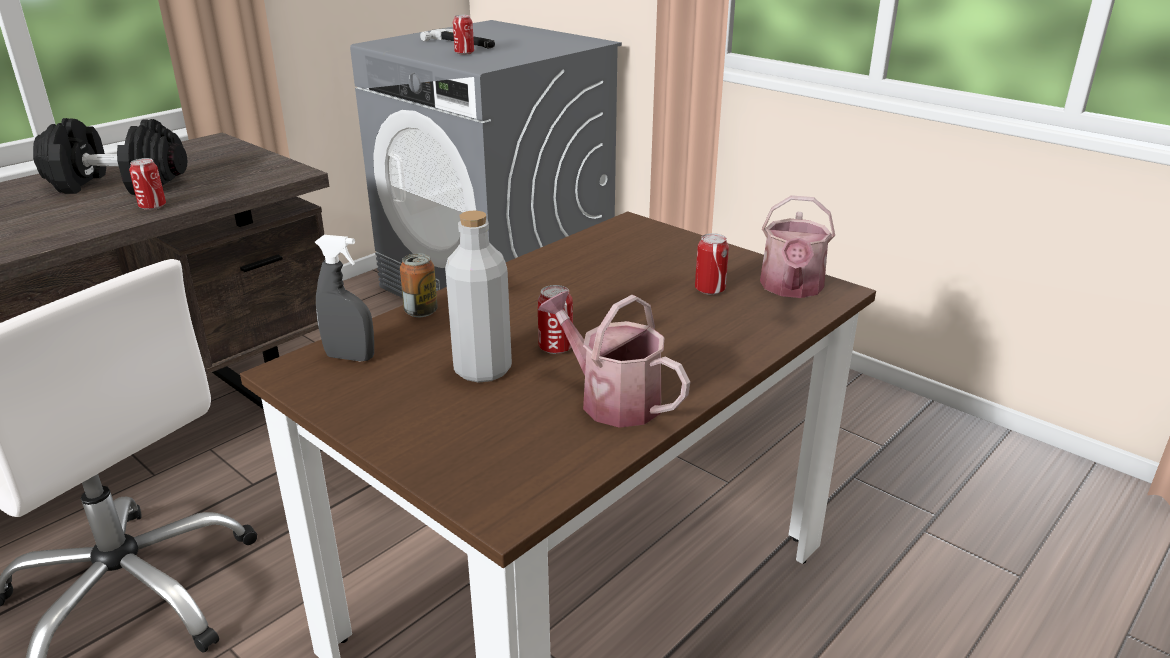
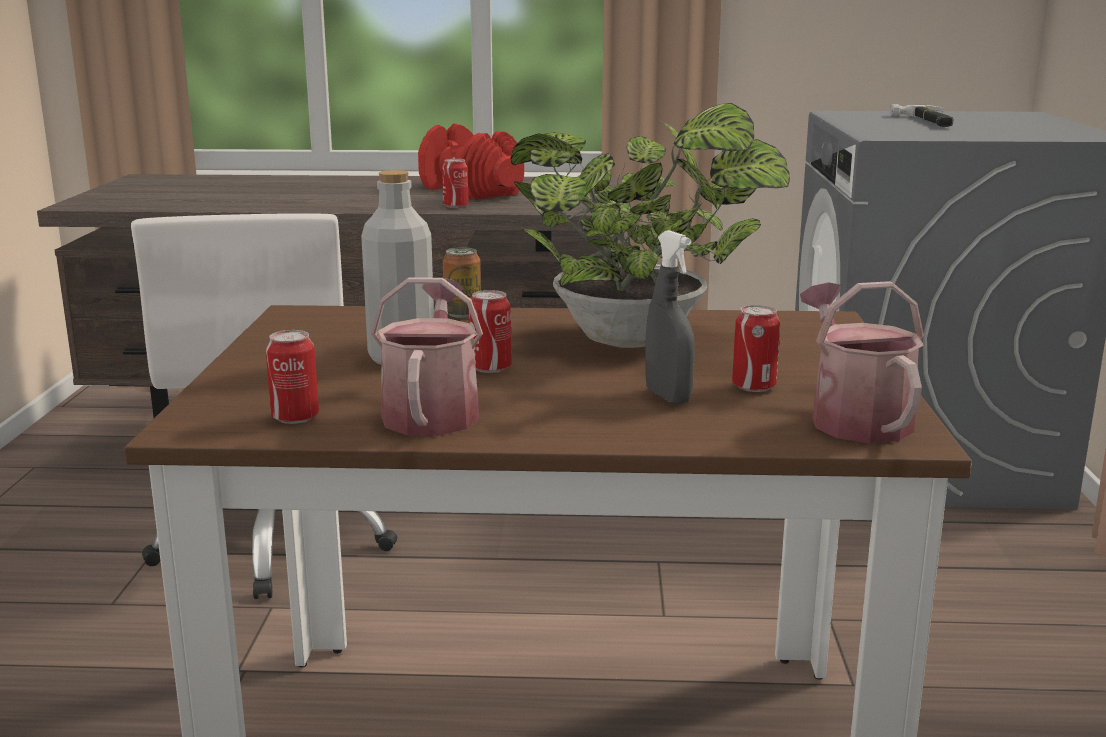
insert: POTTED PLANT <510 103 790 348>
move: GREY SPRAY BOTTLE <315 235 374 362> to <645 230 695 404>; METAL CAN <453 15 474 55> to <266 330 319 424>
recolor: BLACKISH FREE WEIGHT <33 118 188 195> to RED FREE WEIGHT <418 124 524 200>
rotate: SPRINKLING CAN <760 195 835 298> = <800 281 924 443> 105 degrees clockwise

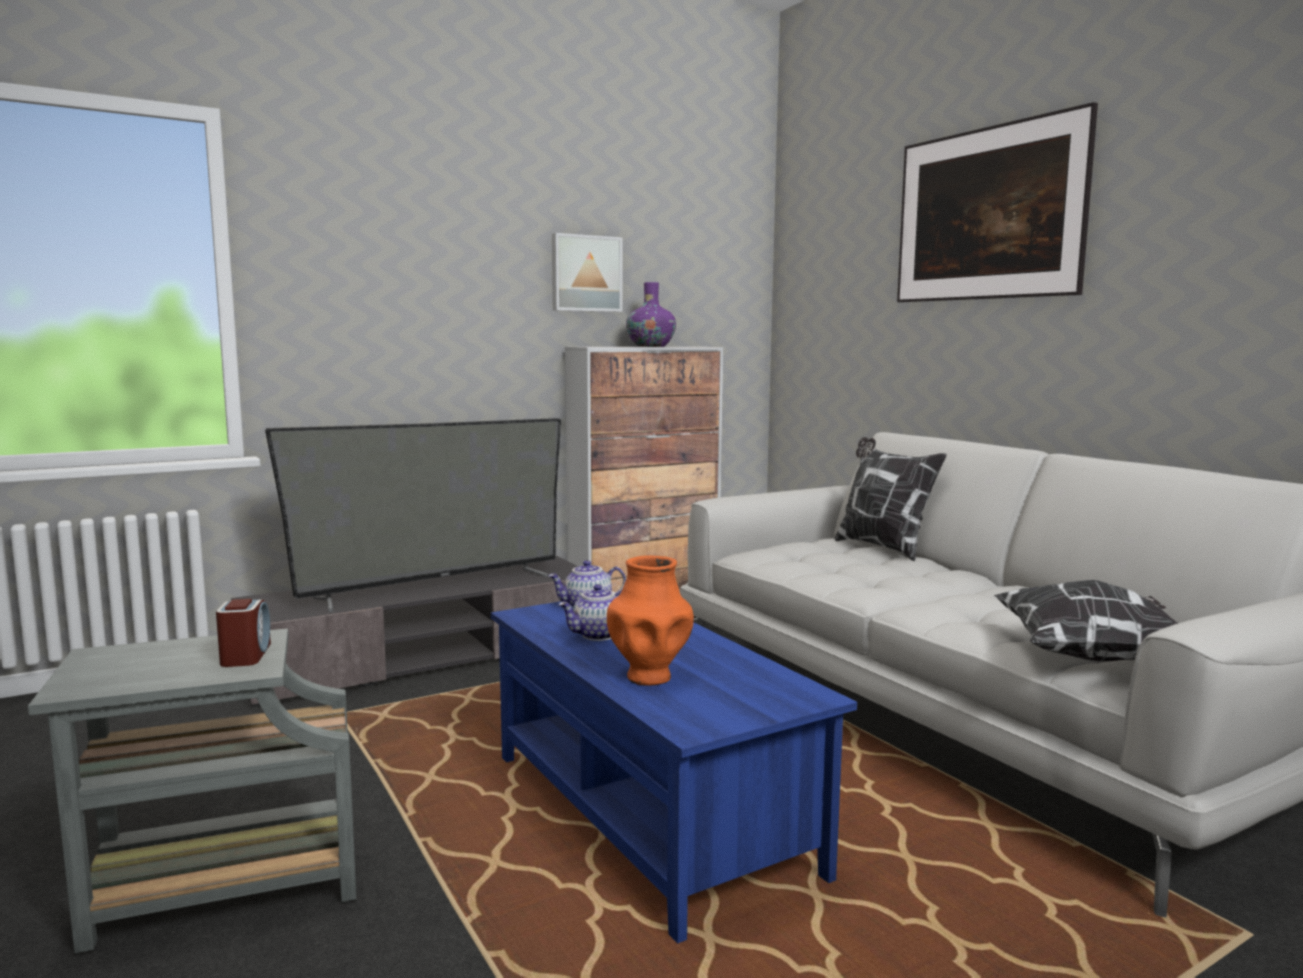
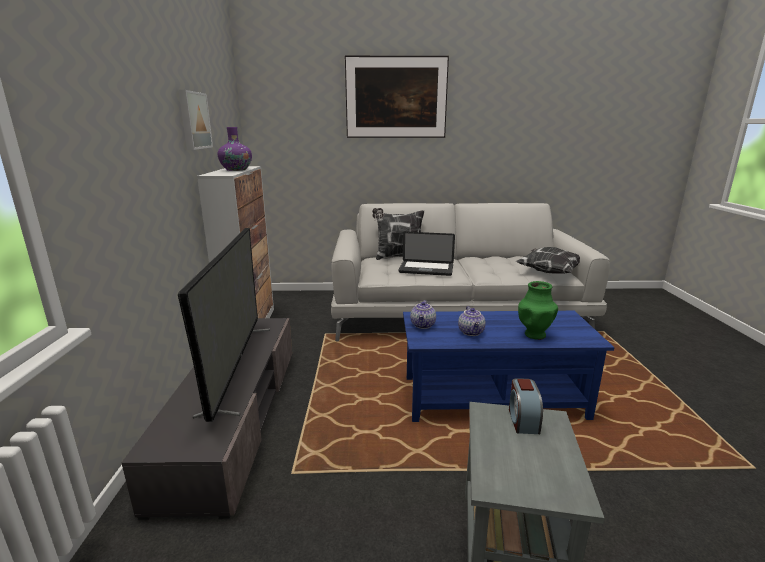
insert: PORTABLE COMPUTER <398 232 455 276>
recolor: ORANGE-COLOURED VASE <607 555 694 686> to GREENISH VASE <518 281 558 340>
rotate: ALARM CLOCK <216 599 271 667> = <509 378 543 434> 105 degrees counterclockwise

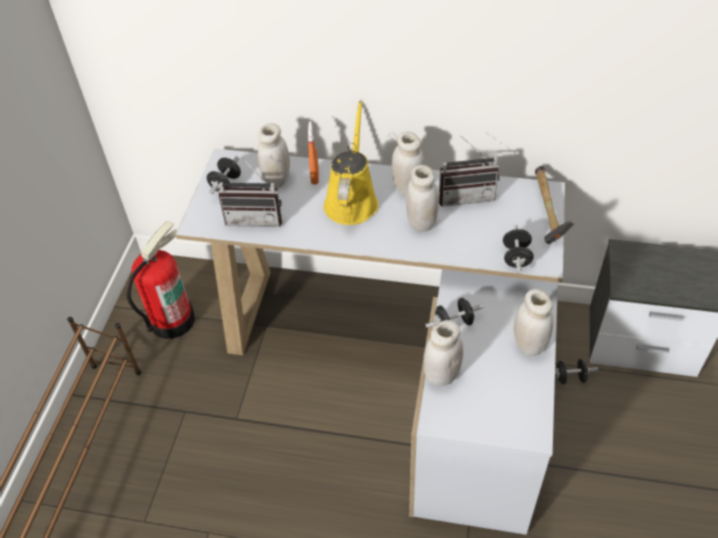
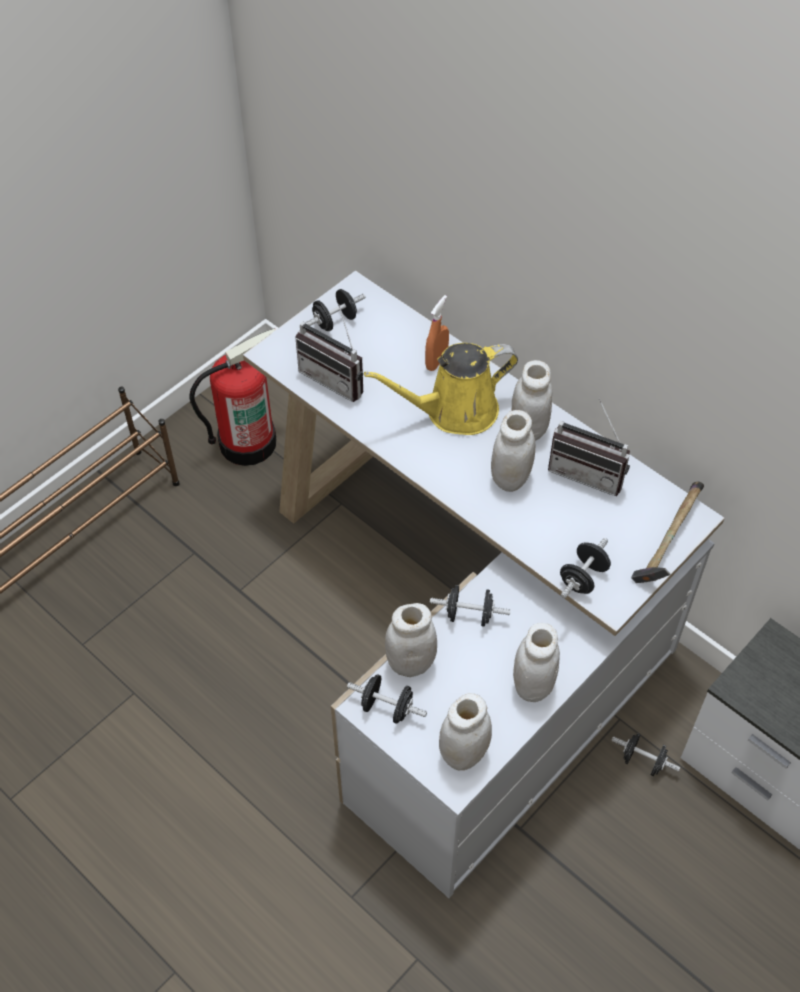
insert: BLACKISH FREE WEIGHT <347 675 427 724>
move: WHITE JAR <258 123 290 188> to <439 693 492 770>
rotate: YELLOW-COLOURED SPRINKLING CAN <324 101 379 225> = <364 343 518 435> 150 degrees counterclockwise

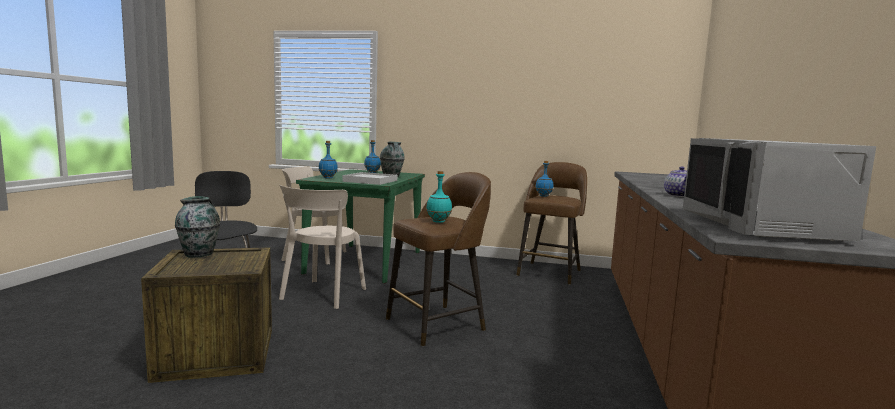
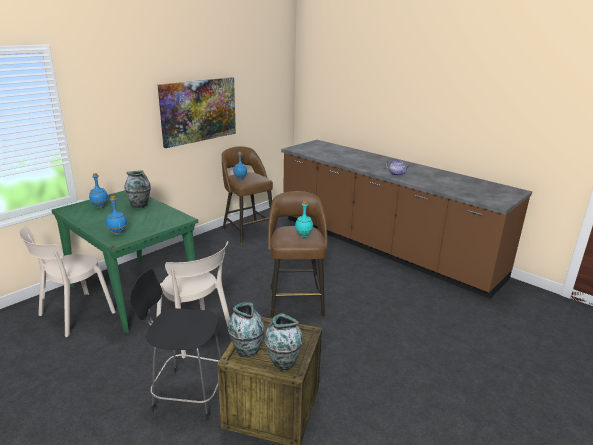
delete: WHITE TRAY <342 172 397 185>; GREY KITCHEN MICROWAVE <683 138 876 241>
insert: PICTURE <158 77 236 148>; VASE <265 313 303 370>

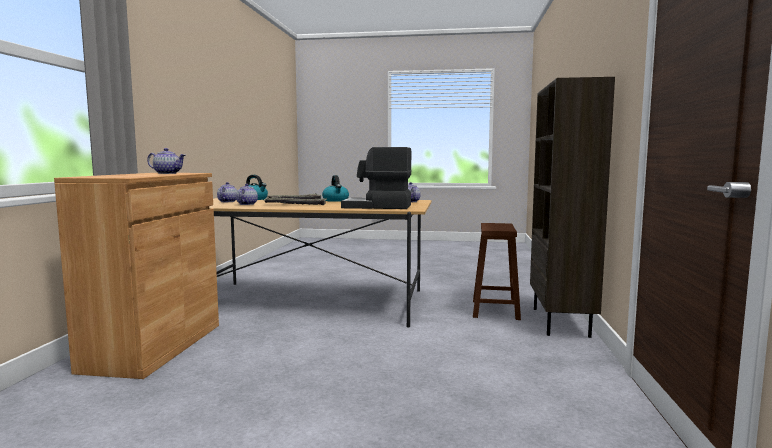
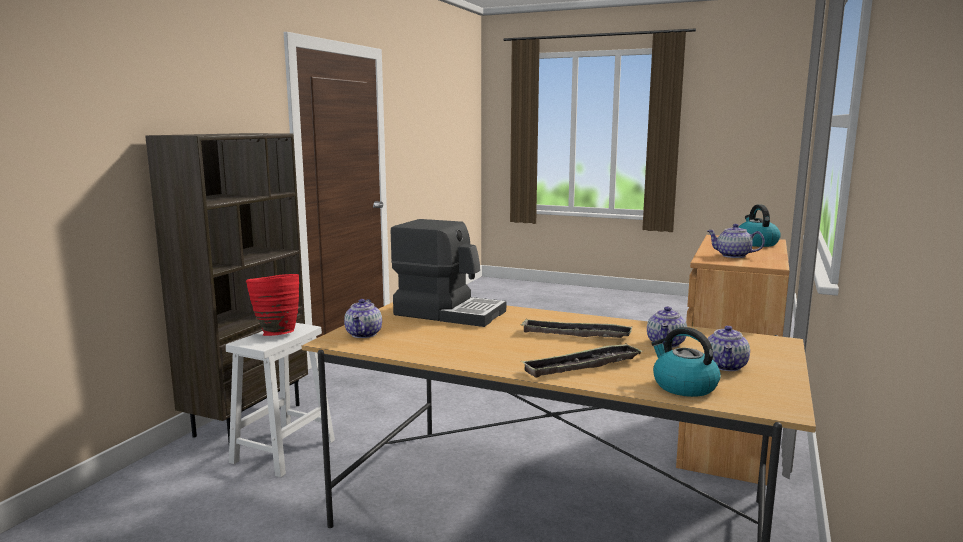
insert: RED VASE <246 274 299 336>
move: WATER KETTLE <322 175 349 202> to <738 205 781 247>
recolor: BROWN STOOL SEAT <473 223 521 320> to WHITE STOOL SEAT <226 323 335 478>

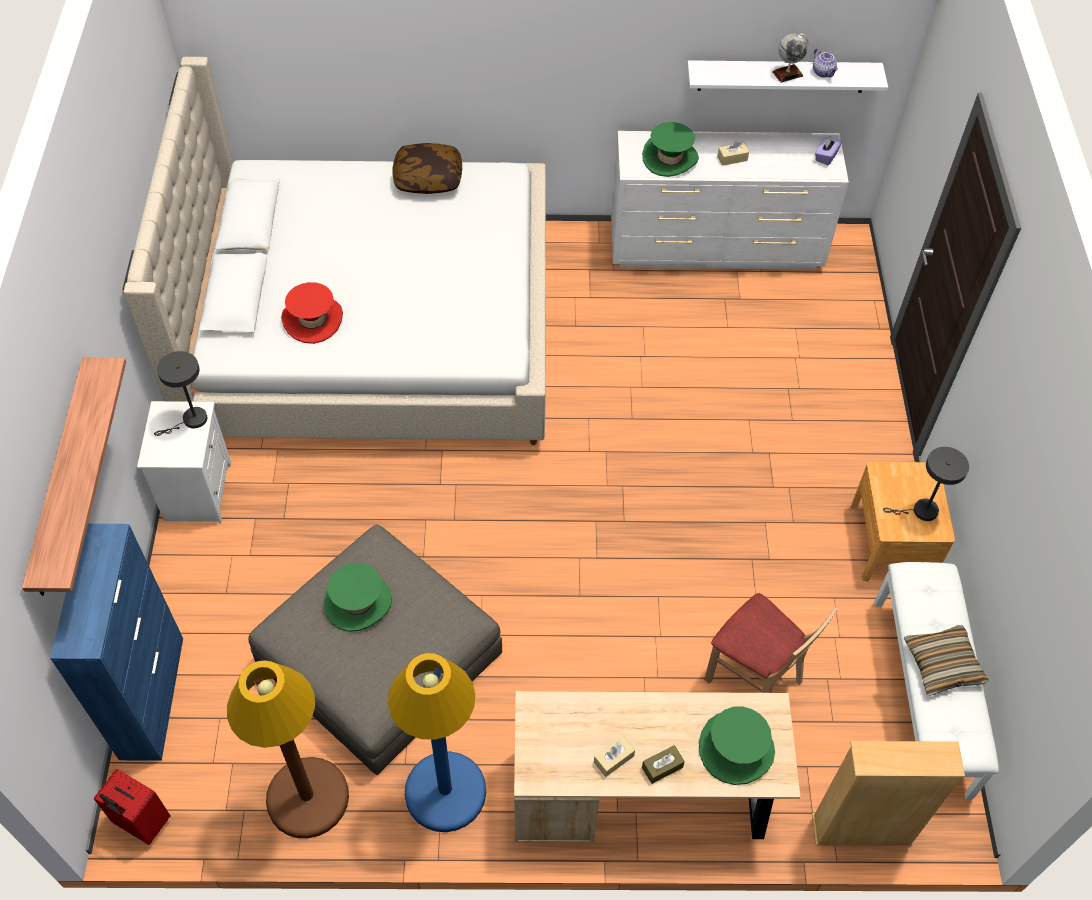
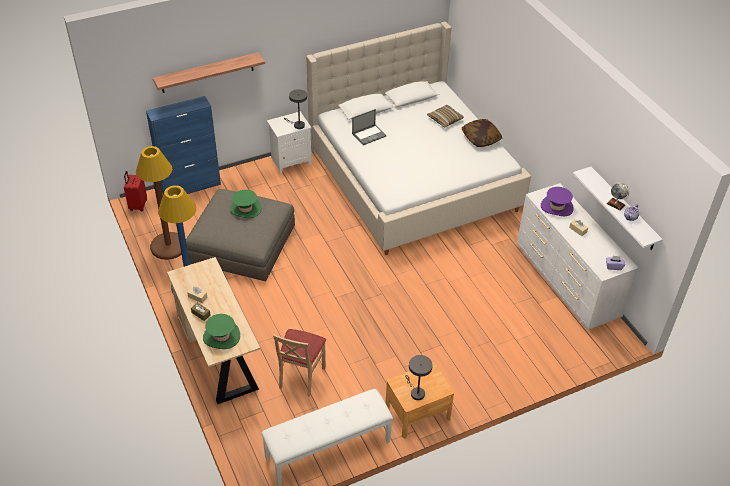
delete: BEIGE BOOKSHELF <812 741 965 846>
move: PILLOW <903 625 989 696> to <427 105 464 128>
replace: RED WEARABLE HAT <281 282 343 344> to PORTABLE COMPUTER <352 109 386 145>
recolor: GREENISH WEARABLE HAT <642 122 699 177> to PURPLE-COLOURED WEARABLE HAT <541 187 573 217>

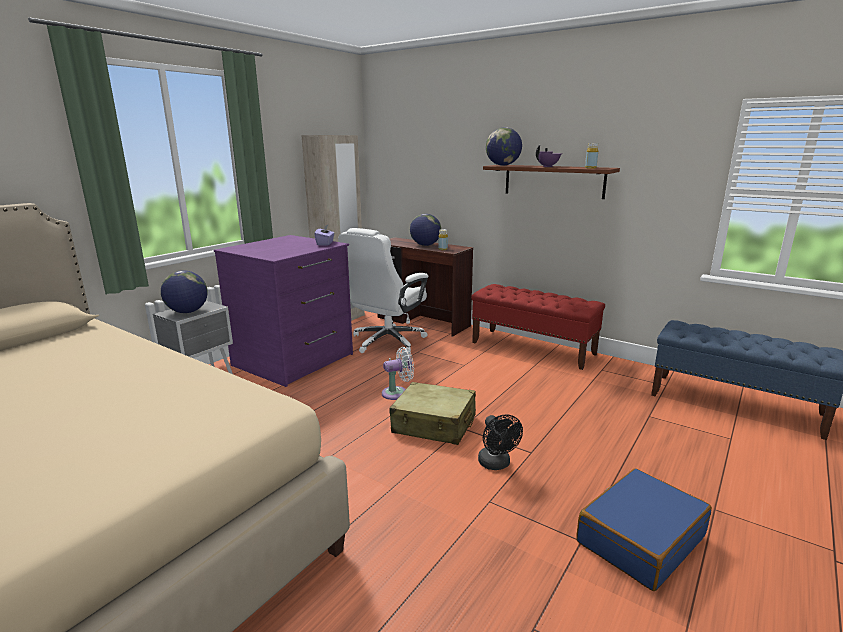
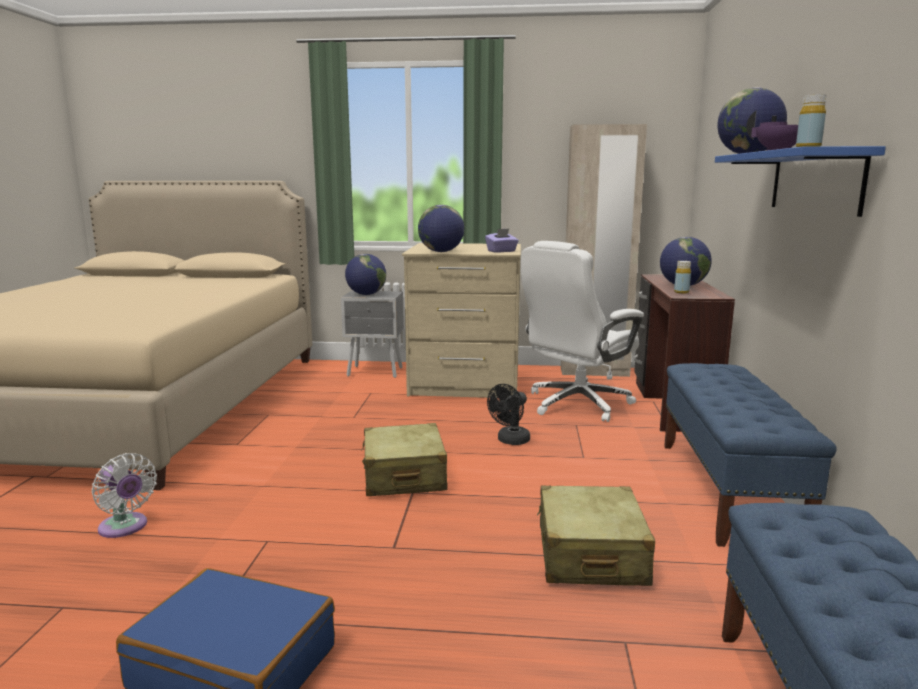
insert: DESK GLOBE <418 205 464 252>; BEIGE TRAVEL CASE <537 485 655 586>
move: WHITE FAN <382 347 414 400> to <92 453 157 538>; BLACKISH FAN <478 414 523 470> to <487 384 530 445>
recolor: PURPLE-COLOURED CHEST OF DRAWERS <214 235 353 387> to BEIGE CHEST OF DRAWERS <402 243 521 398>; RED INDOOR BENCH <471 284 605 370> to BLUISH INDOOR BENCH <664 363 837 547>; BROWN BRACKET SHELF <483 165 620 199> to BLUISH BRACKET SHELF <715 146 886 217>
rotate: WHITE OFFICE CHAIR <338 228 429 353> = <521 241 644 422> 45 degrees counterclockwise

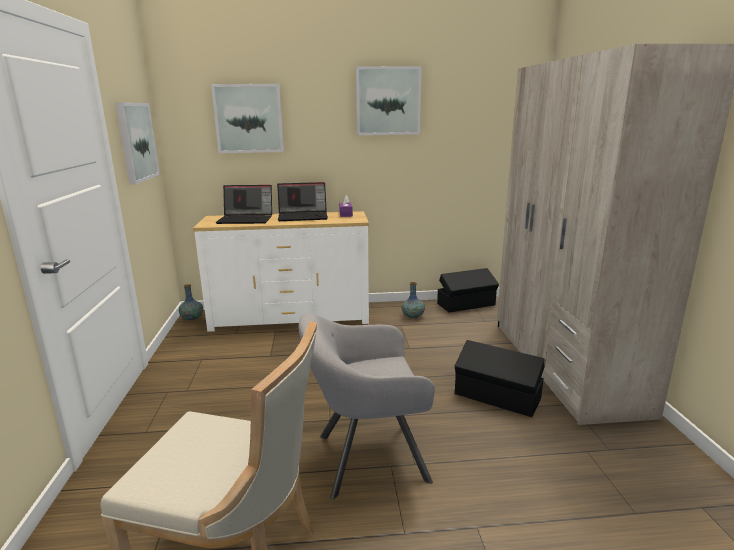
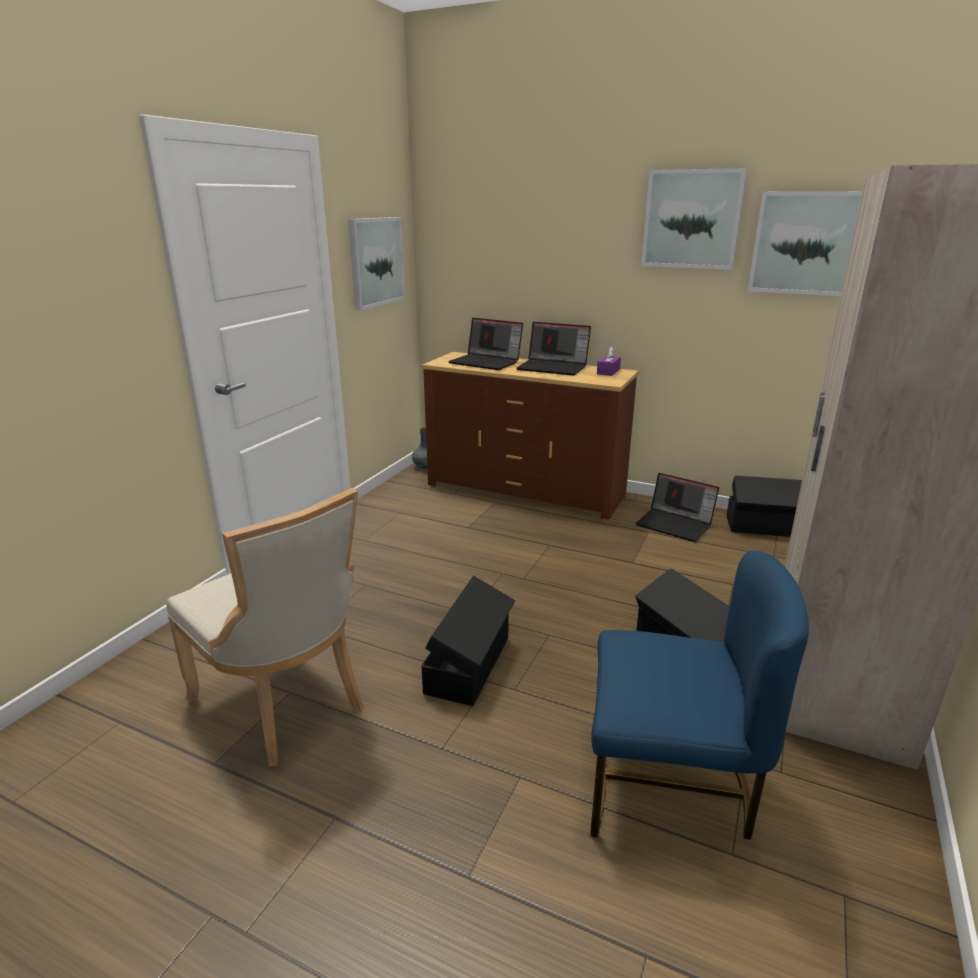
insert: BLUISH CHAIR <590 551 809 840>
move: PICTURE <211 84 284 153> to <748 191 862 296>
replace: GREY LOUNGE CHAIR <299 313 435 500> to BLACKISH STORAGE BIN <421 576 515 706>; VASE <401 282 425 318> to PORTABLE COMPUTER <635 473 719 542>
recolor: WHITE CHEST OF DRAWERS <193 211 369 332> to BROWN CHEST OF DRAWERS <422 352 639 520>

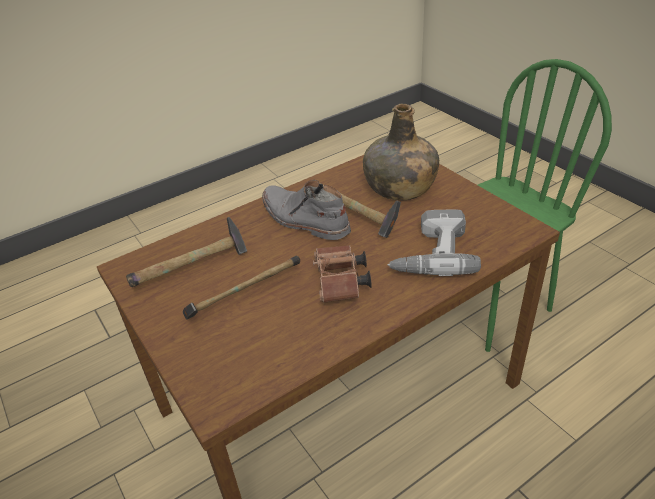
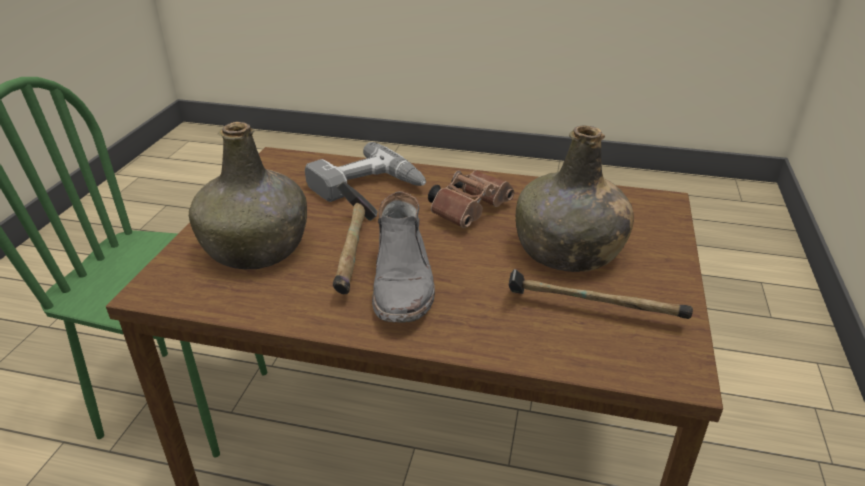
replace: HAMMER <183 256 300 320> to GREENISH DRINK BOTTLE <516 126 634 272>

